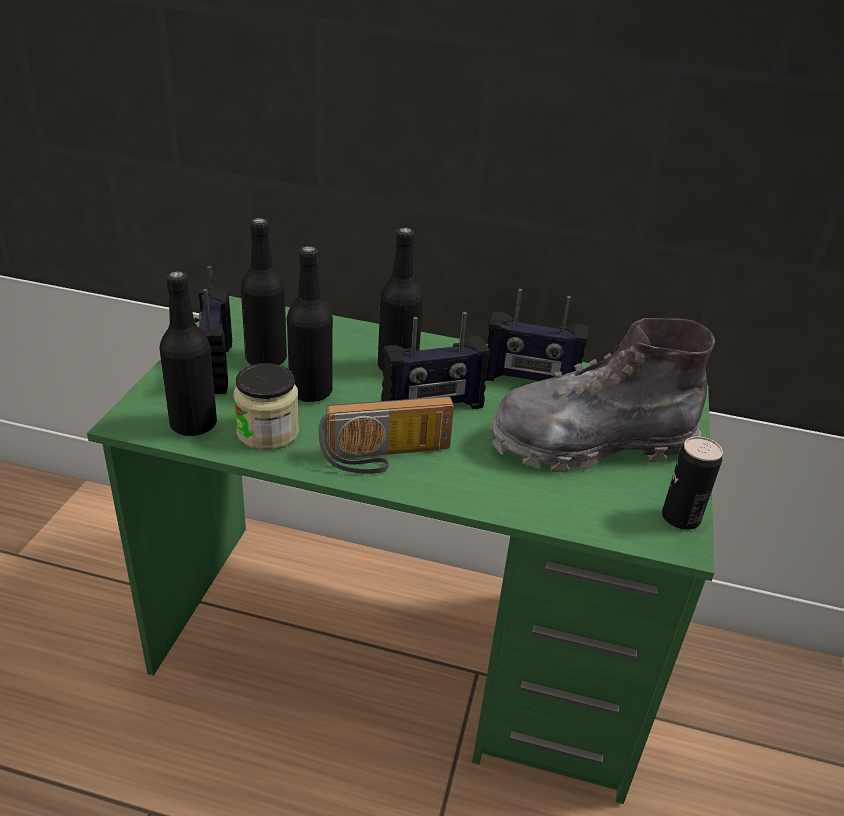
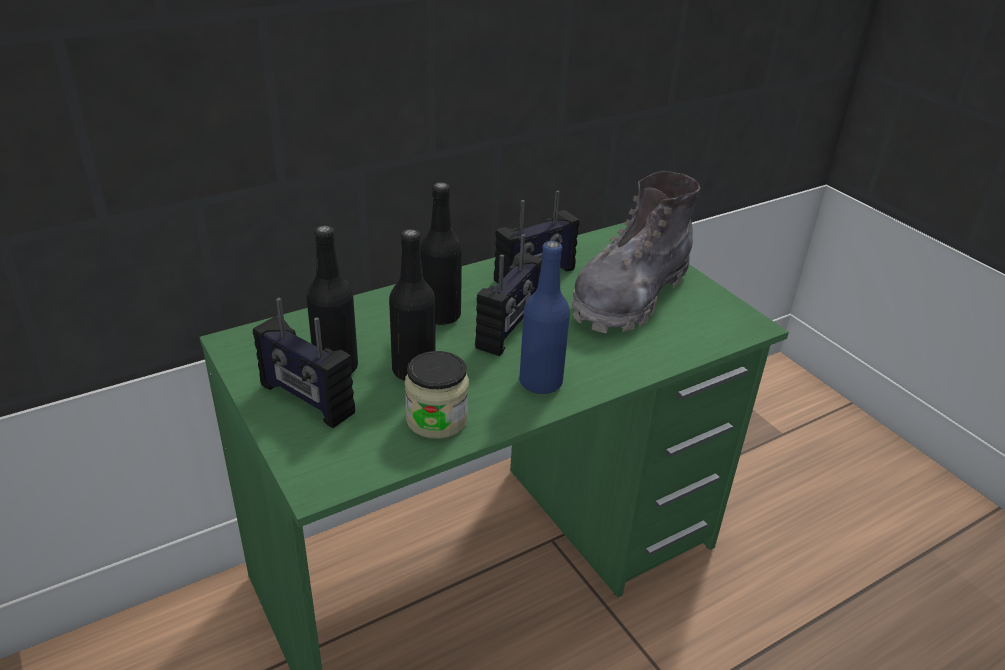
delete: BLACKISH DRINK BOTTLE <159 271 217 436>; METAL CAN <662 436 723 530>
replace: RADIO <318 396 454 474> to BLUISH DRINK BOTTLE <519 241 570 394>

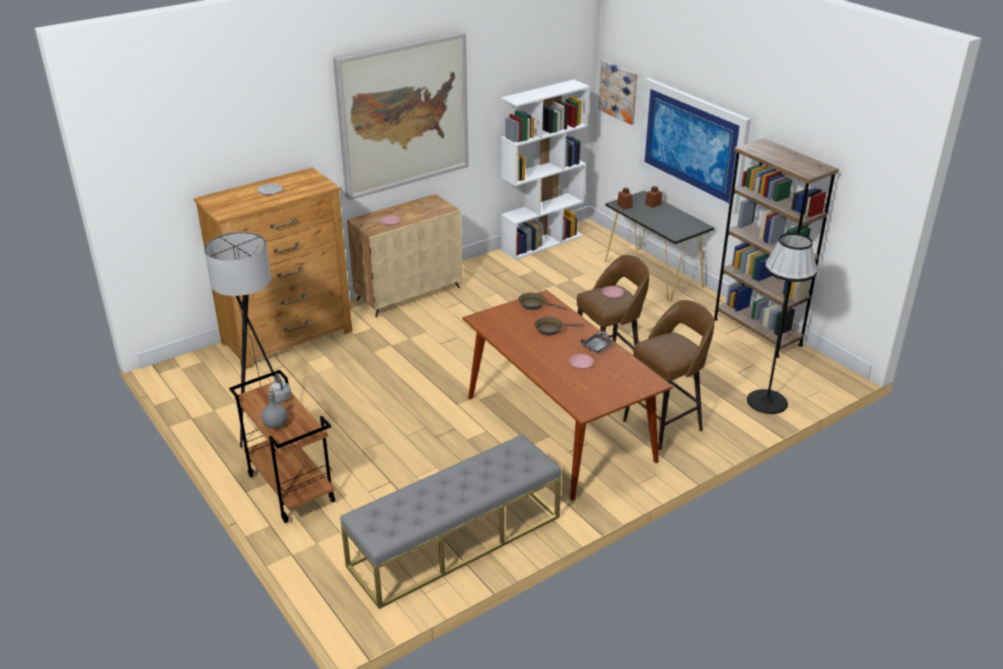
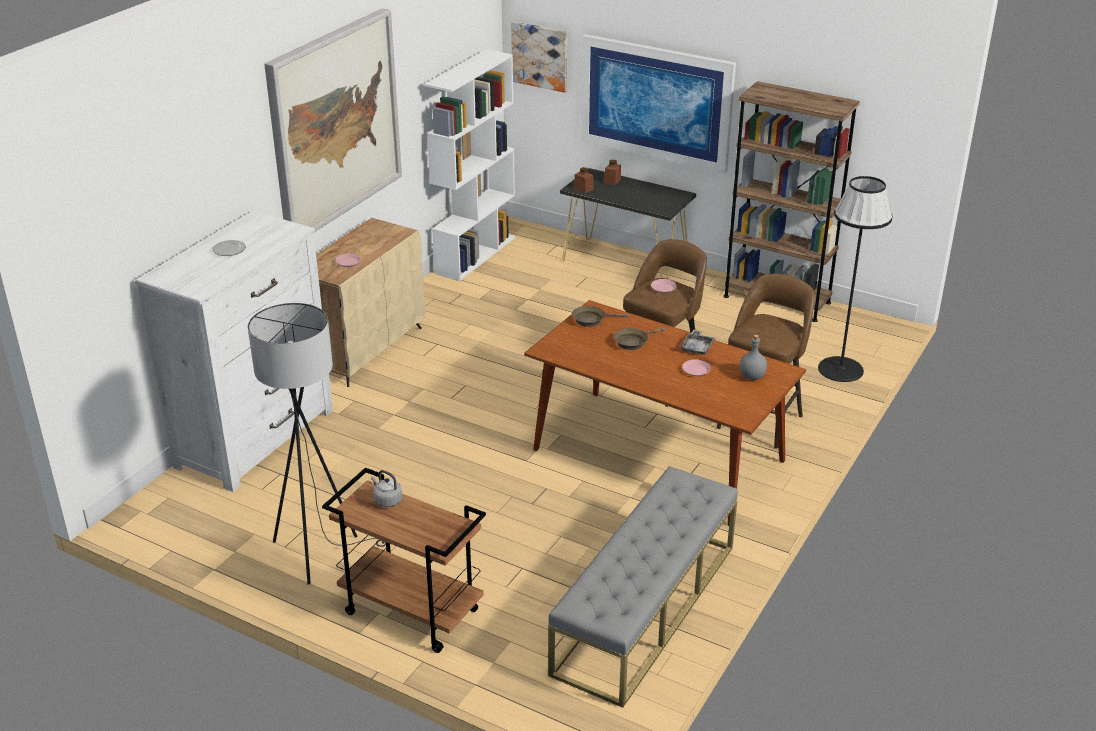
move: GREY DRINK BOTTLE <261 389 287 429> to <739 335 767 380>
recolor: BROWN CHEST OF DRAWERS <194 167 352 369> to WHITE CHEST OF DRAWERS <135 211 333 492>

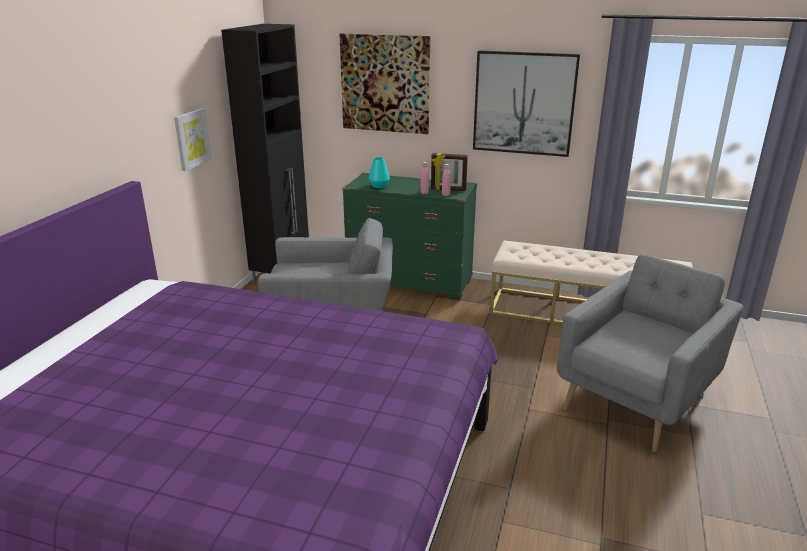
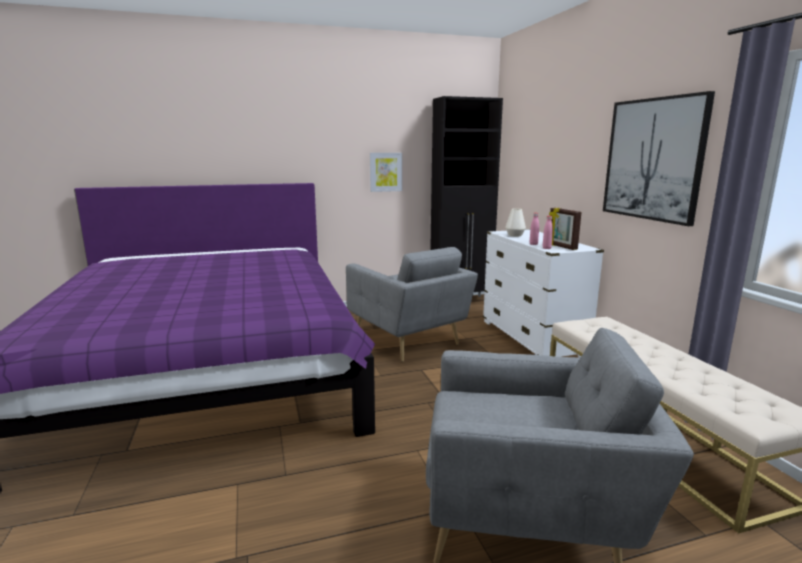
delete: PICTURE <339 33 430 134>
recolor: GREENISH CHEST OF DRAWERS <342 173 477 301> to WHITE CHEST OF DRAWERS <483 229 604 358>; TURQUOISE-COLOURED VASE <368 157 390 188> to WHITE VASE <505 209 526 237>

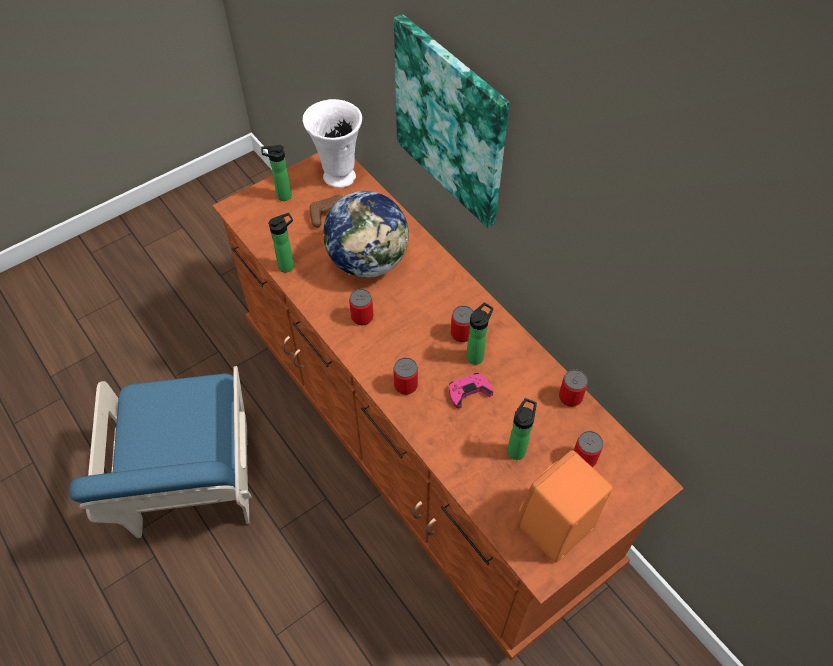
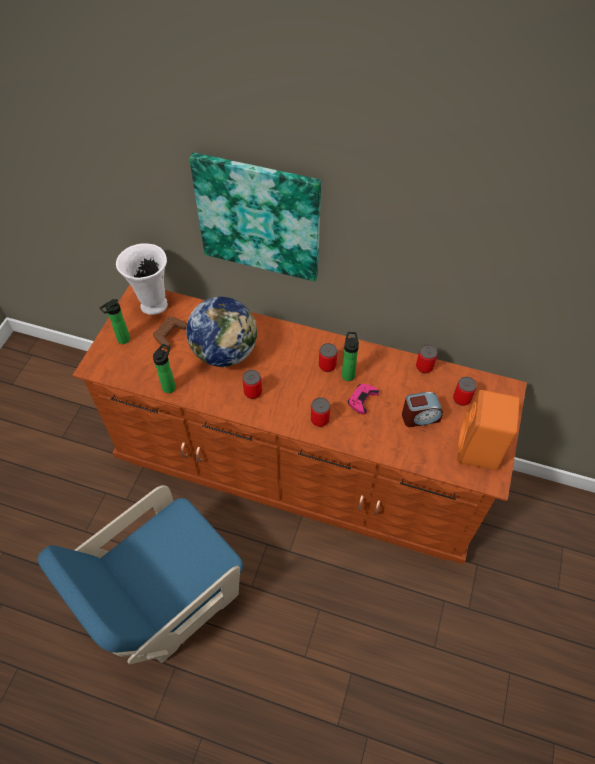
replace: DRINK BOTTLE <507 398 537 460> to ALARM CLOCK <402 392 443 427>
rotate: BLUISH LOUNGE CHAIR <69 366 252 538> = <37 485 243 664> 90 degrees clockwise

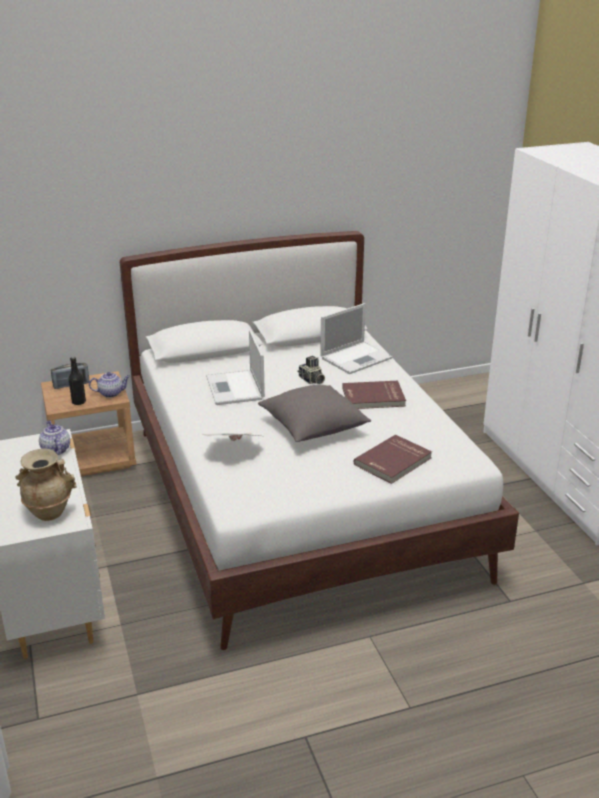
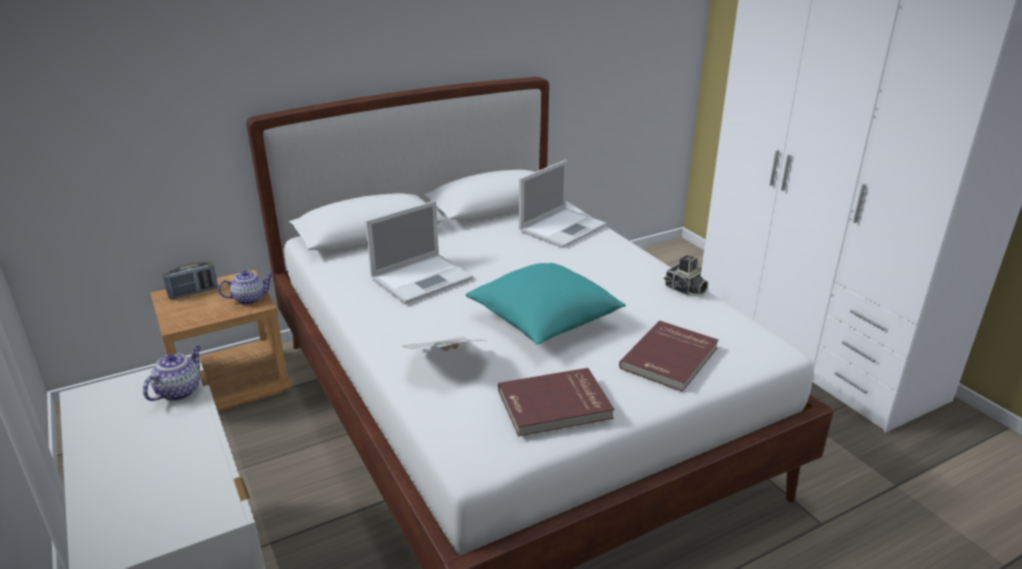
delete: BEIGE VASE <16 449 77 521>; BLACKISH DRINK BOTTLE <69 357 86 405>
move: STILL CAMERA <298 356 325 385> to <664 255 708 295>; RED BOOK <343 381 406 409> to <498 368 615 436>
recolor: GREY PILLOW <258 385 371 442> to TURQUOISE-COLOURED PILLOW <466 263 626 345>
rotate: TEAPOT <39 420 70 455> = <143 346 201 401> 60 degrees clockwise; PORTABLE COMPUTER <206 330 265 405> = <365 201 473 304> 105 degrees counterclockwise

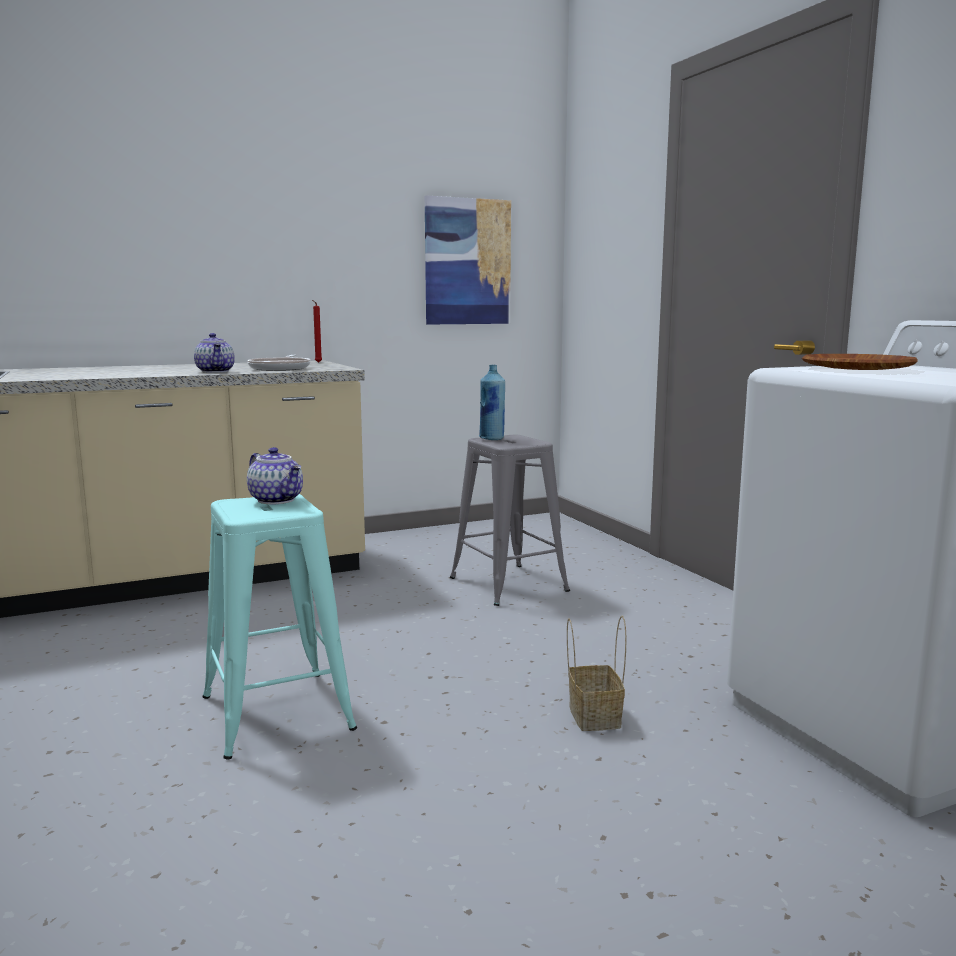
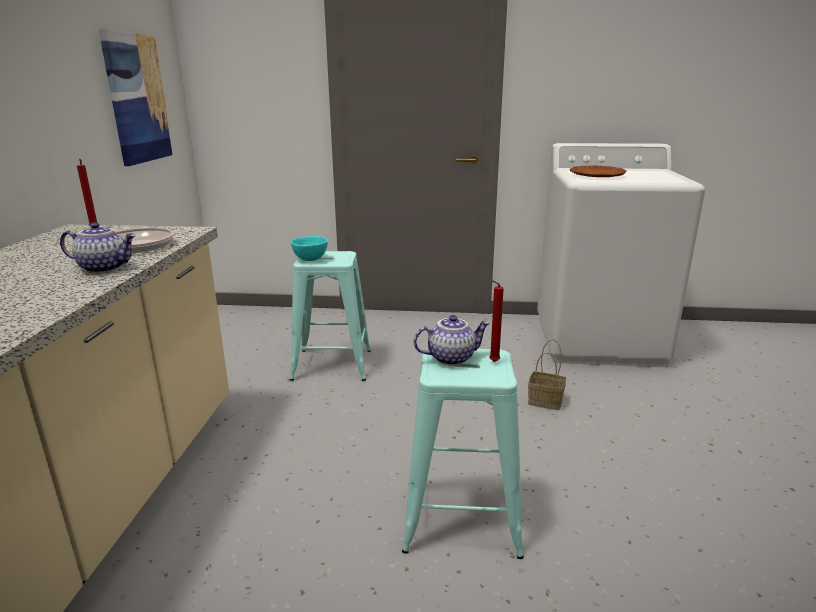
insert: RED WAX CANDLE <489 281 504 362>
replace: BLUISH DRINK BOTTLE <479 365 505 440> to TURQUOISE-COLOURED SERVING BOWL <291 236 328 261>
recolor: GREY STOOL SEAT <450 435 570 606> to TURQUOISE-COLOURED STOOL SEAT <290 251 371 381>

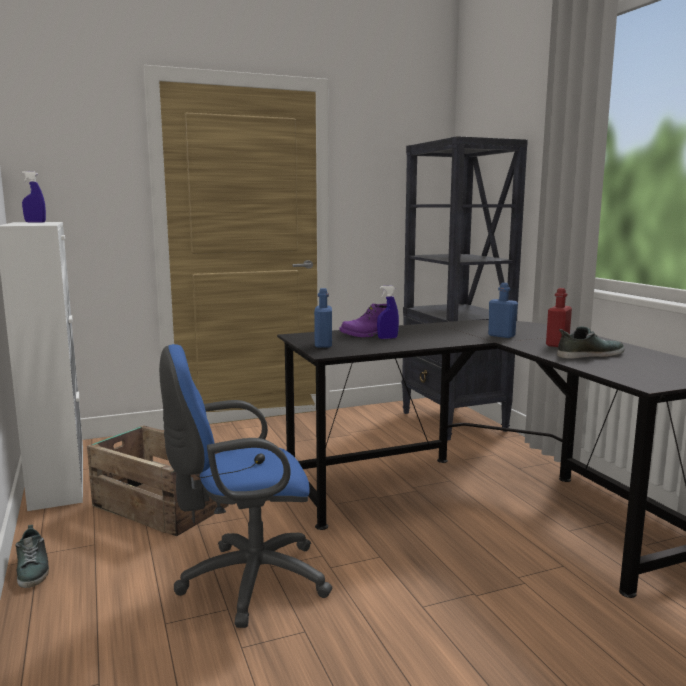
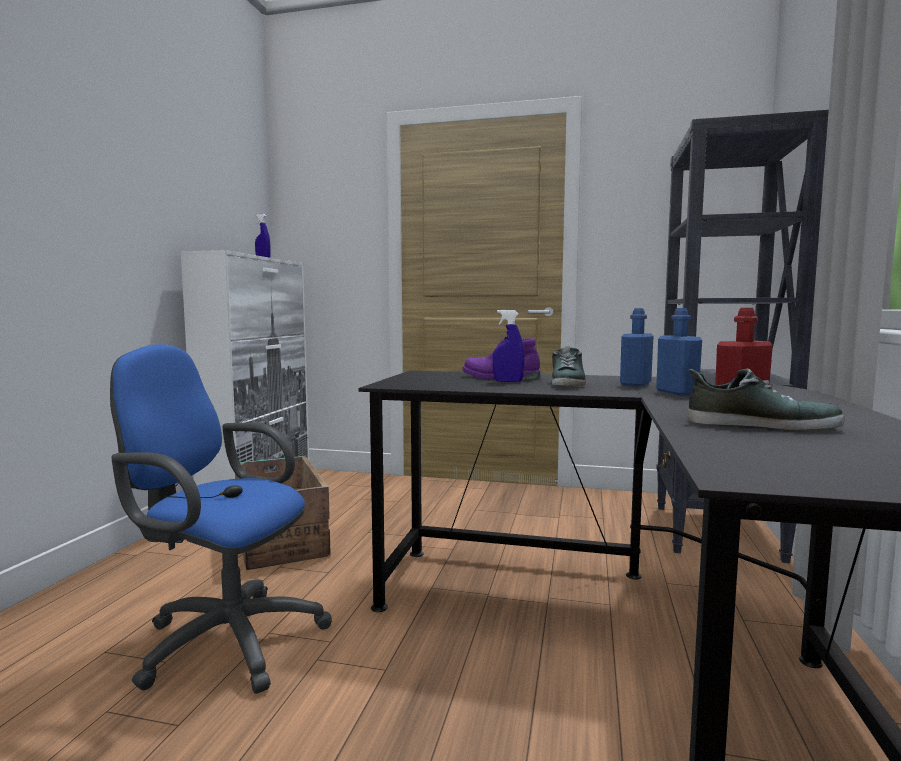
move: ITEM OF FOOTWEAR <16 525 49 588> to <552 347 586 386>; BLUISH DRINK BOTTLE <314 288 332 348> to <620 308 654 386>

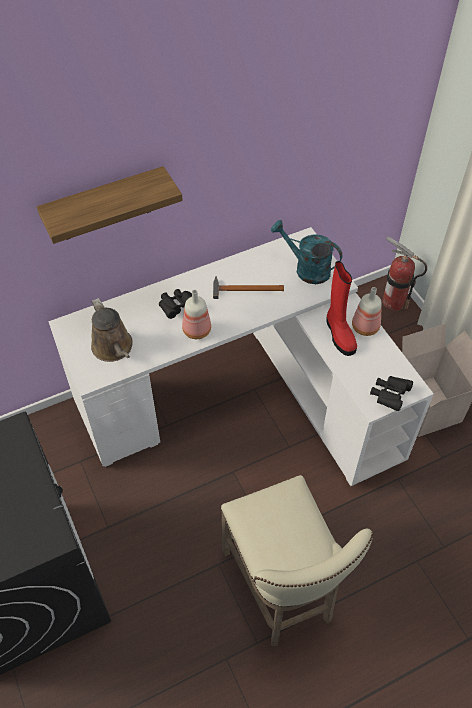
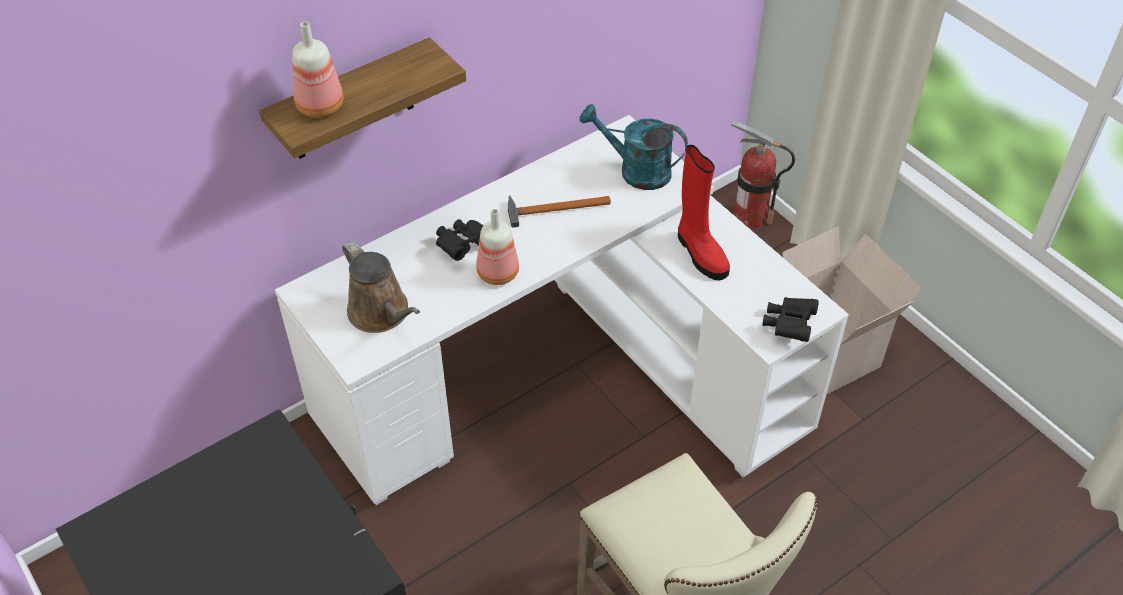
move: DRINK BOTTLE <352 287 382 336> to <292 22 344 118>

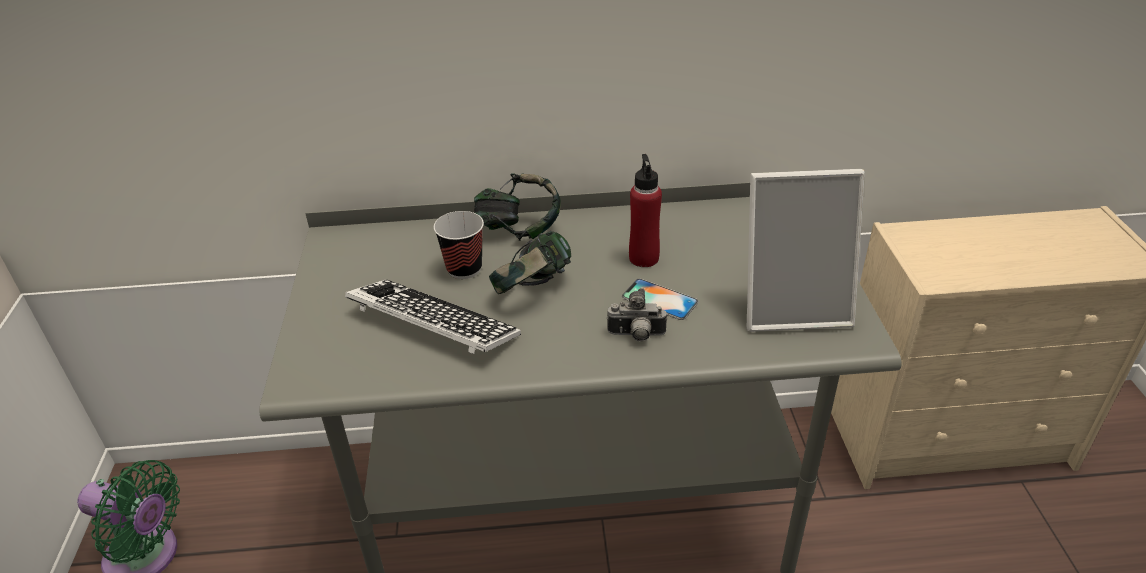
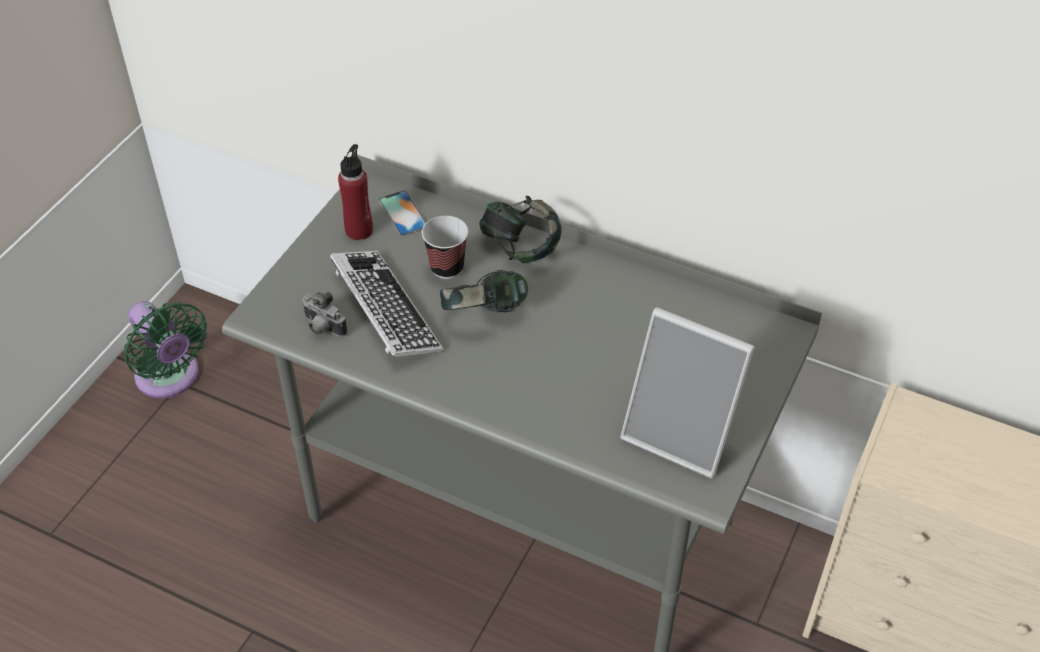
move: STILL CAMERA <607 288 667 342> to <302 292 347 337>; PHONE <622 279 699 320> to <379 190 427 236>; RED DRINK BOTTLE <629 154 662 267> to <338 144 373 240>

